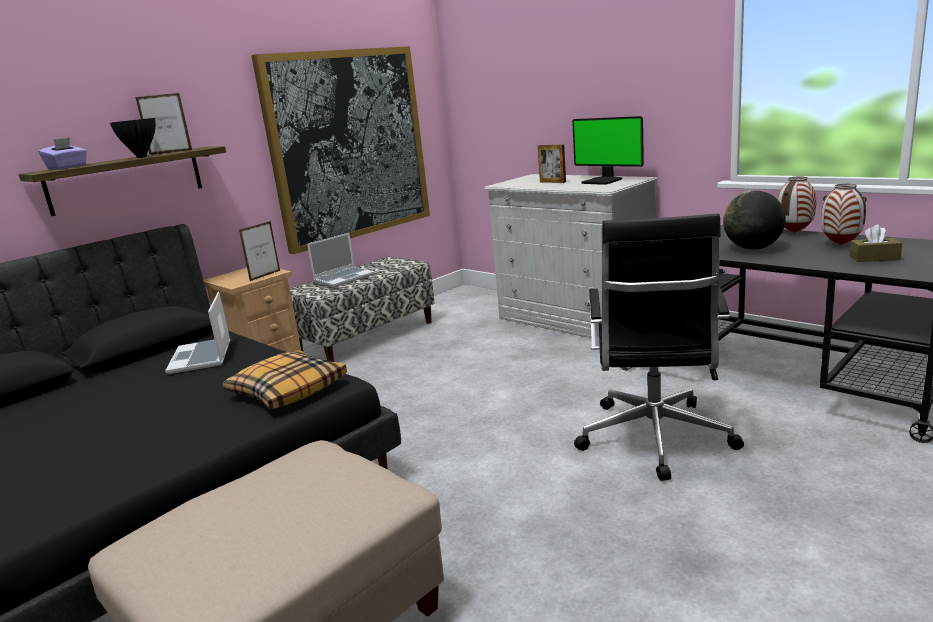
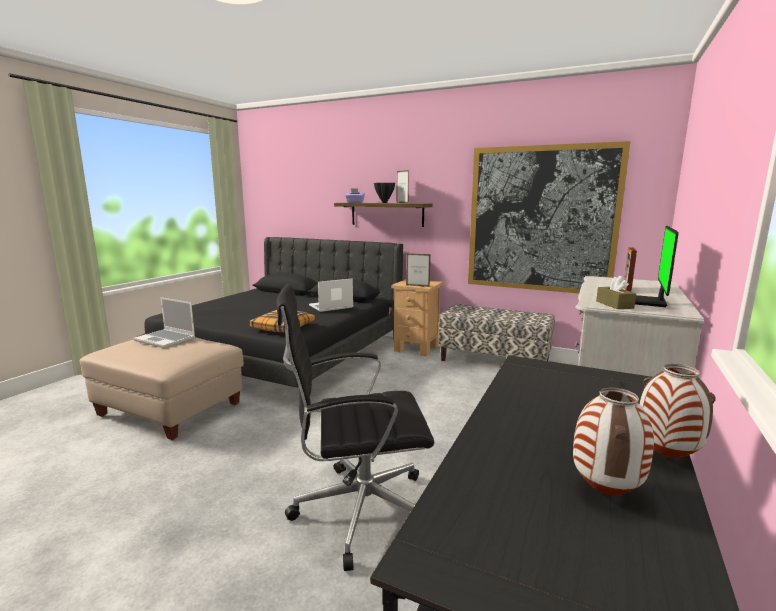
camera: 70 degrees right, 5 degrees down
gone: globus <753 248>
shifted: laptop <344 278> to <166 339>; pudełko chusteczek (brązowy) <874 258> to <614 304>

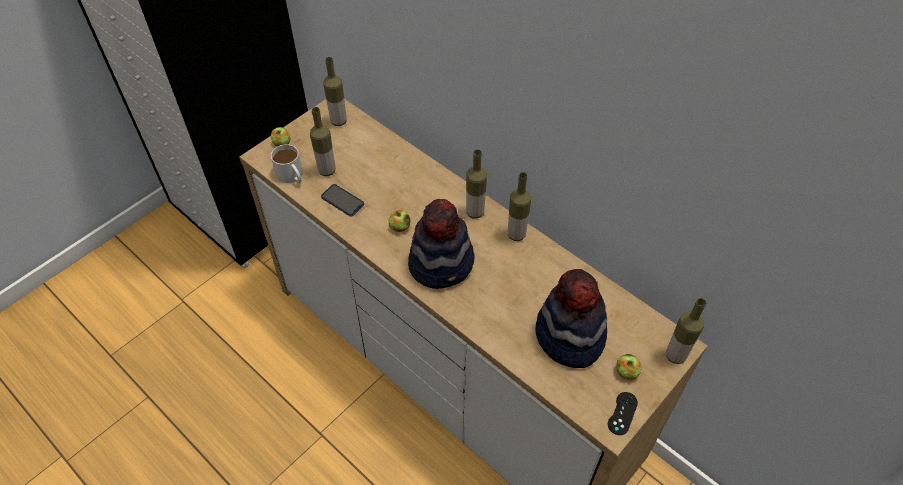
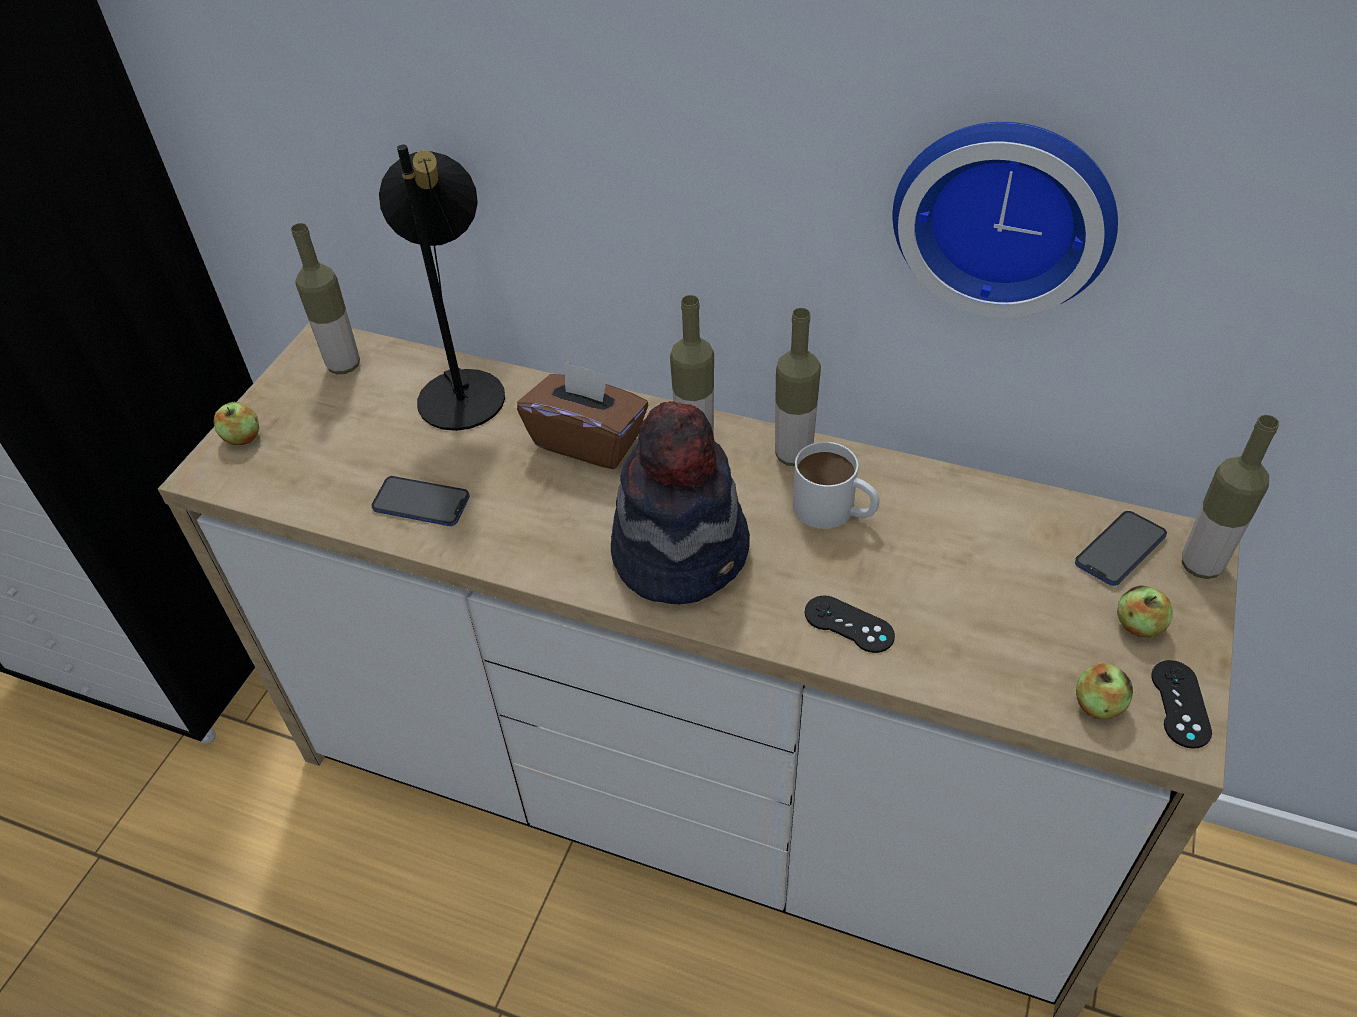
camera: 20 degrees left, 5 degrees down
gone: butelka <327 171>; kapelusz <569 336>
new: lampa stołowa (czarny) <464 387>; pudełko chusteczek (brązowy) <588 441>; pad do gier (czarny) <849 624>; zegar ścienny <1005 212>; telefon <1119 550>
shifted: kubek (biały) <292 176> to <834 510>; jabłko <400 227> to <1098 705>

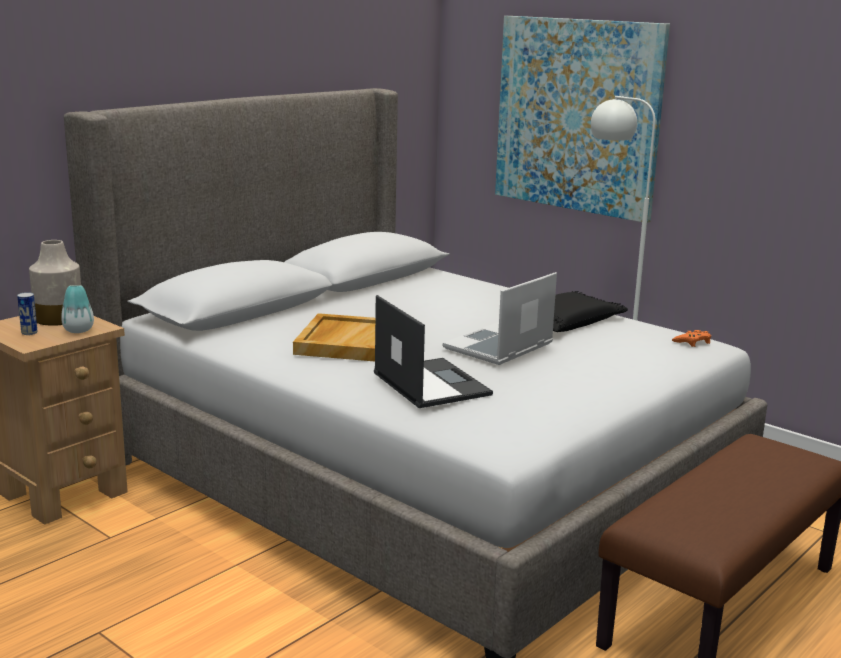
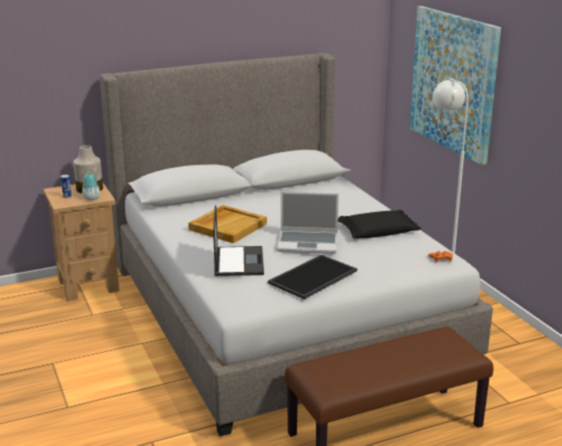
camera: 25 degrees right, 5 degrees up
new: taca <313 277>
rotated: laptop <499 347> = <308 243> 150 degrees counterclockwise

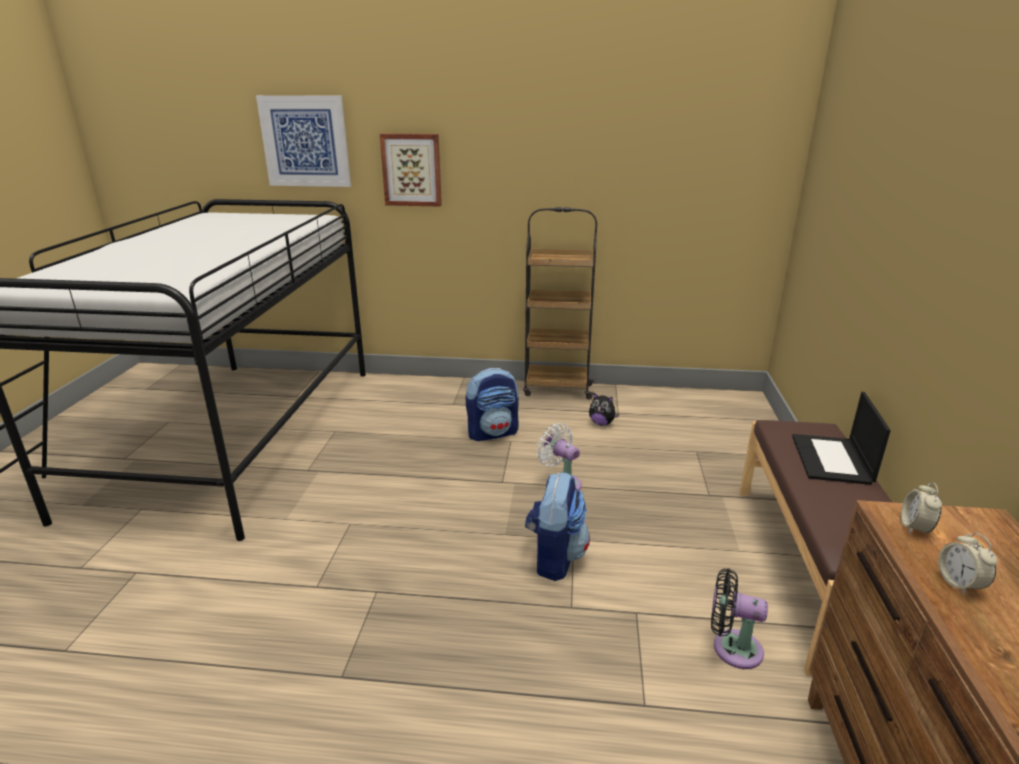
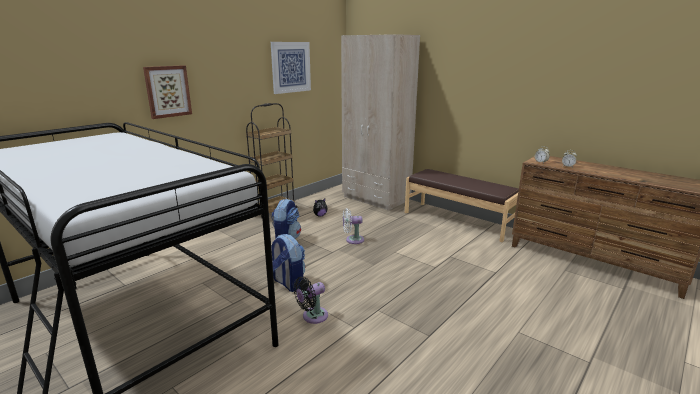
camera: 55 degrees left, 5 degrees down
gone: laptop <832 460>
new: szafa (beżowy) <376 199>
shifted: obraz <305 141> to <291 67>; plecak <554 557> to <287 283>; wentylator (czarny) <731 647> to <312 316>

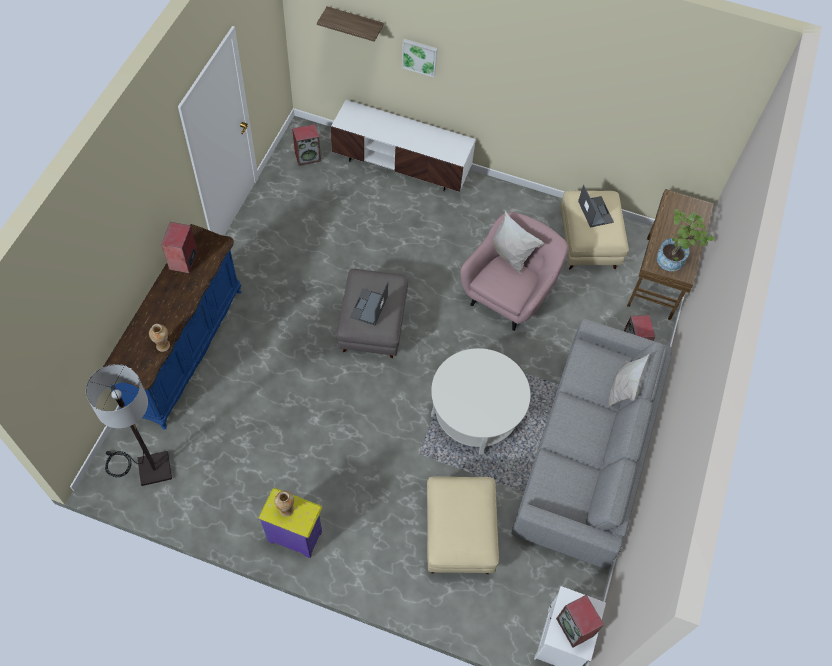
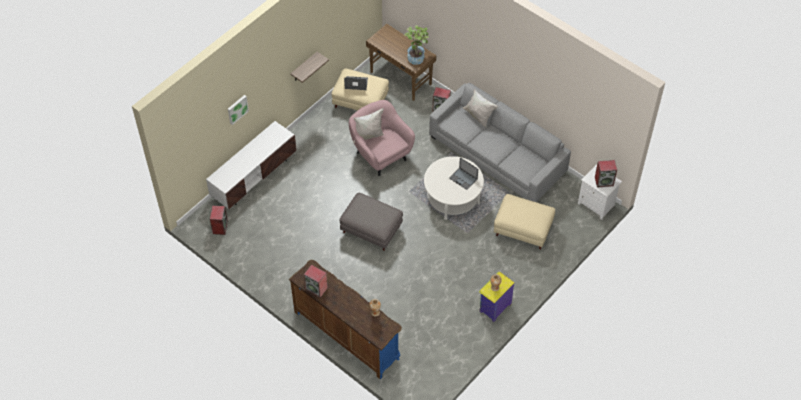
camera: 65 degrees left, 5 degrees down
gone: lampa stojąca <144 467>
shifted: półka <355 24> to <304 67>; laptop <369 307> to <463 179>

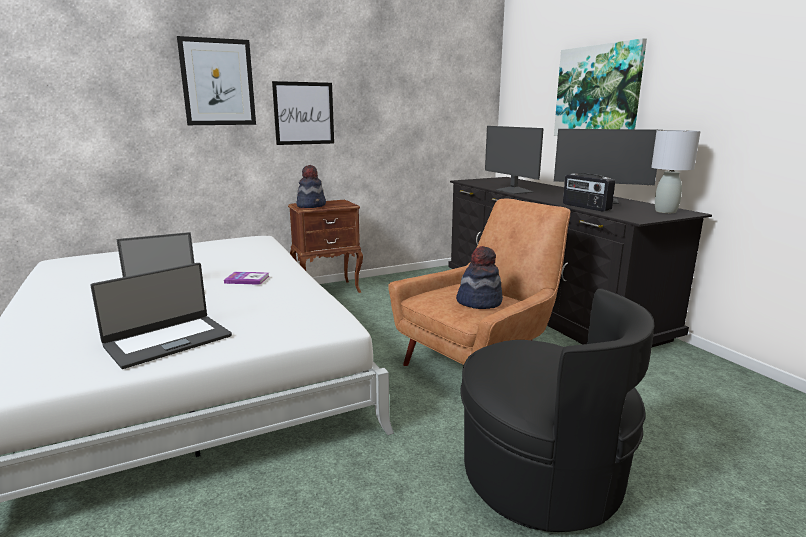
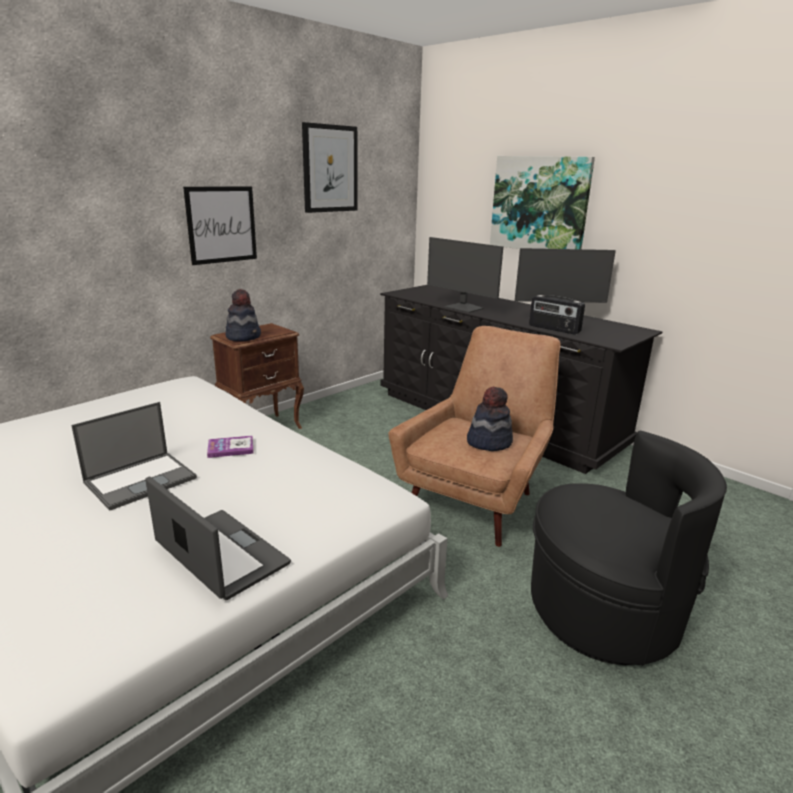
camera: 20 degrees left, 5 degrees up
gone: lampa stołowa (szary) <665 211>
shifted: obraz <218 82> to <330 169>
rotated: laptop <167 341> = <220 554> 75 degrees counterclockwise

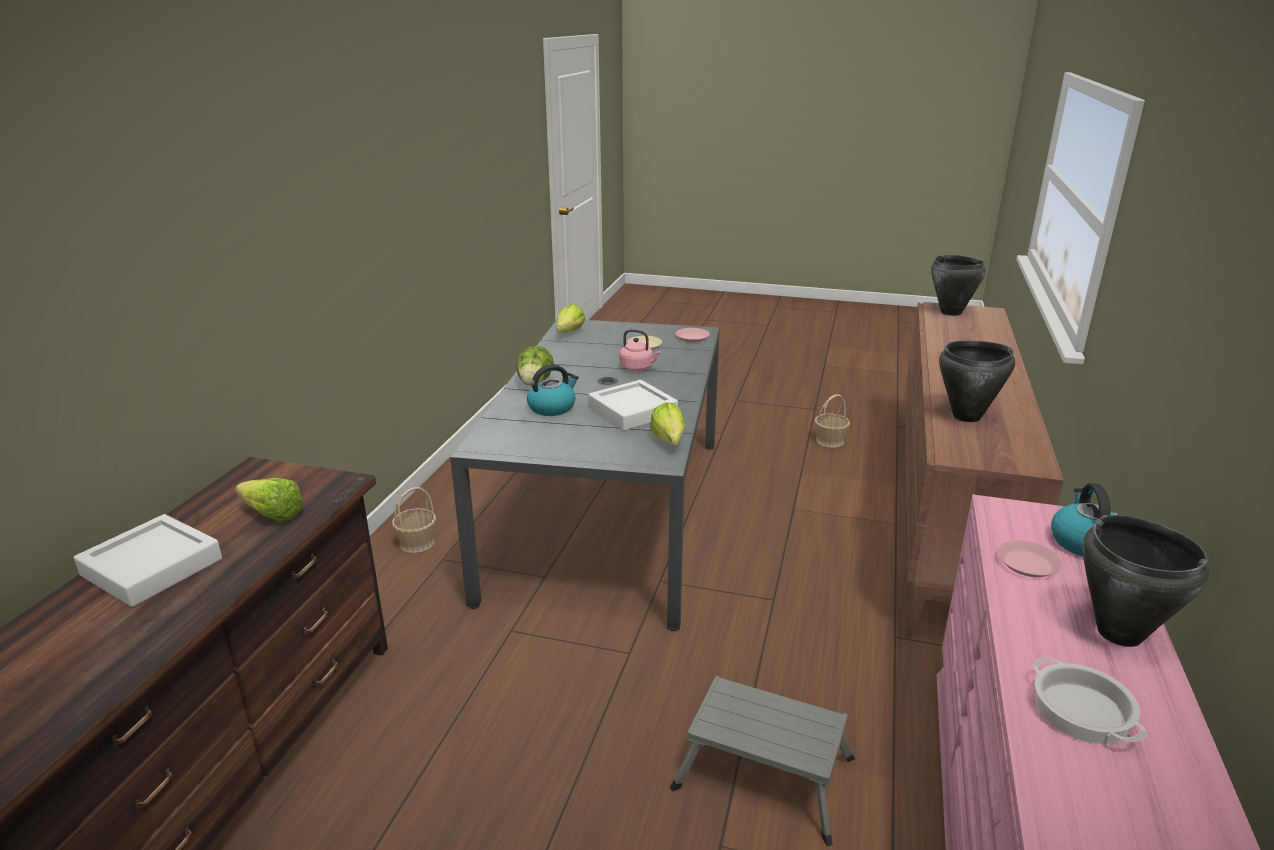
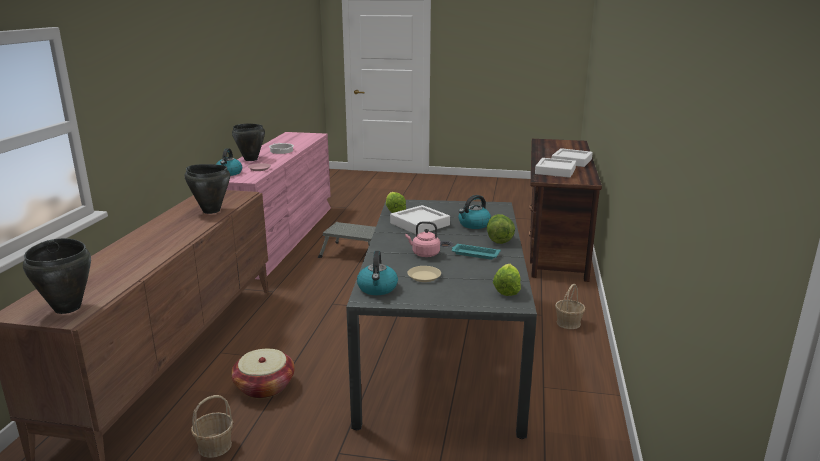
camera: 175 degrees right, 5 degrees down
new: koszyk <264 386>; taca (turkusowy) <474 254>
swapped: talerz (różowy) <692 337> to czajnik <377 288>; sałata <269 514> to taca (biały) <555 171>

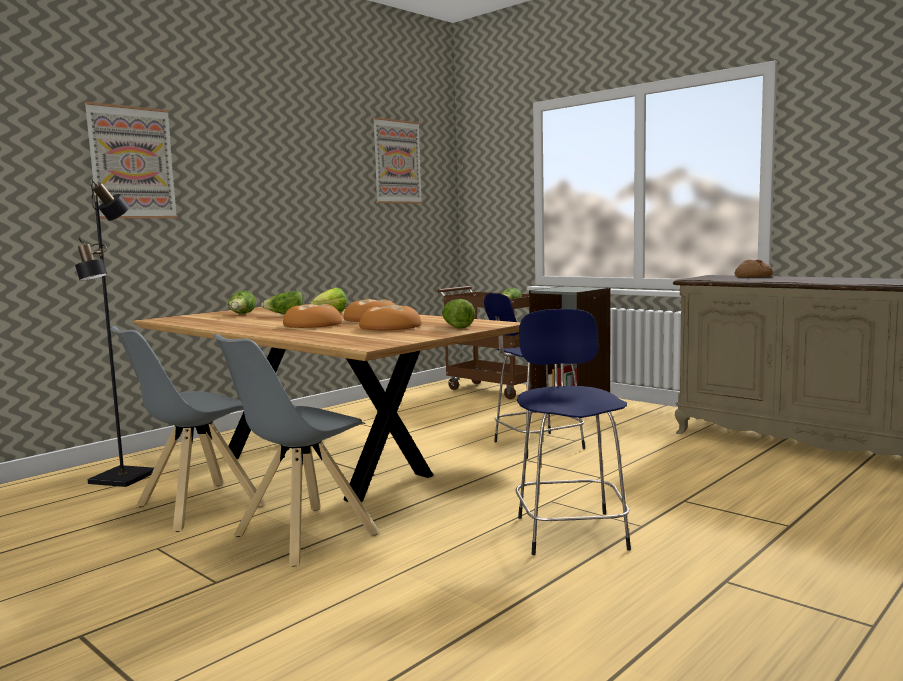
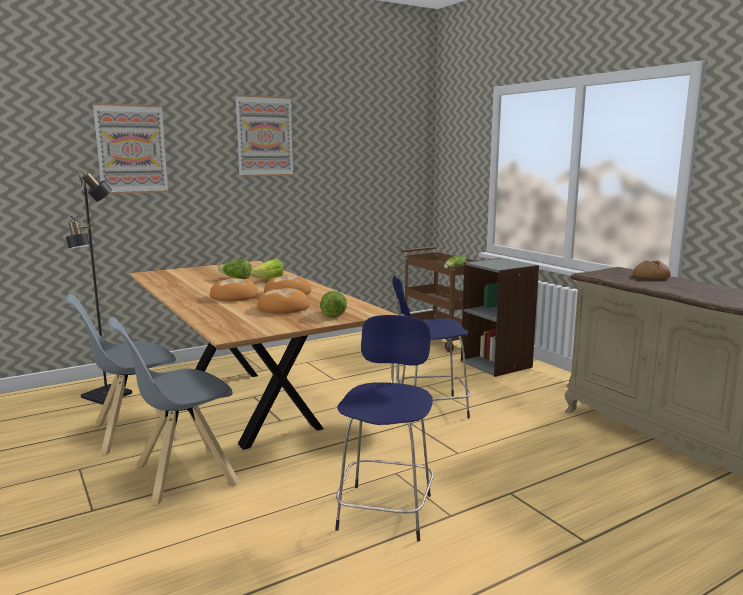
camera: 15 degrees right, 5 degrees up
gone: sałata <241 314>
shifted: obraz <397 162> to <264 136>

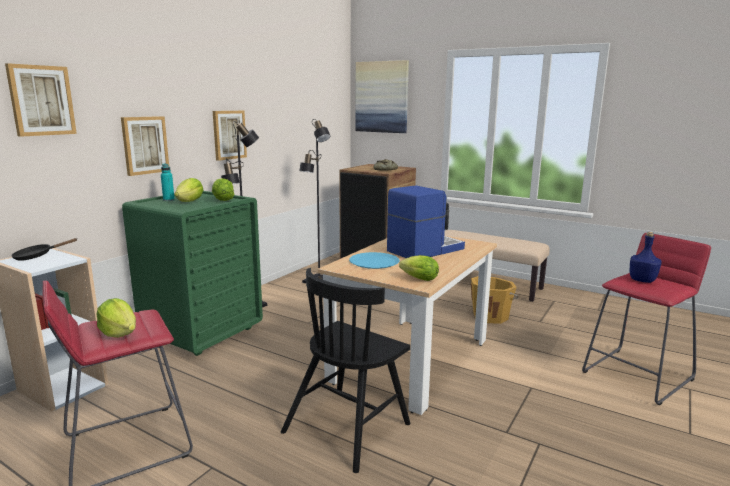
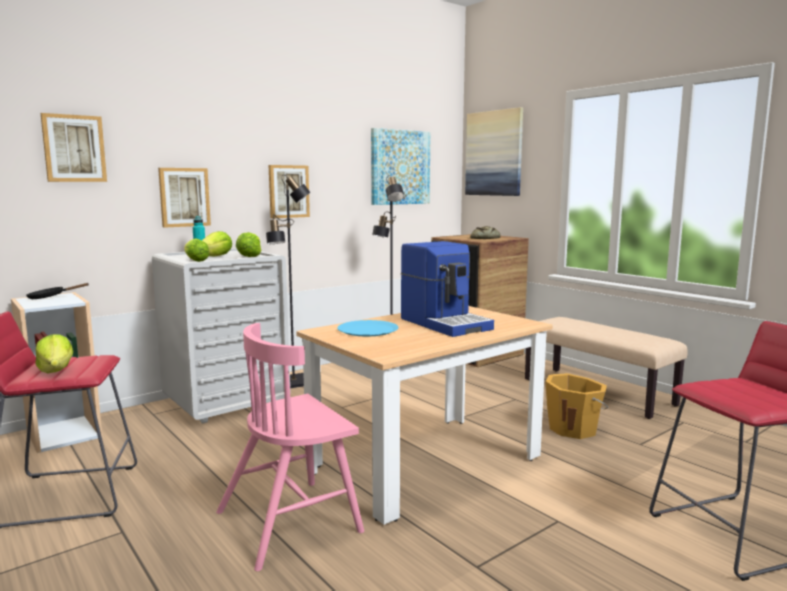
camera: 20 degrees right, 5 degrees down
gone: butelka (niebieski) <641 280>
new: obraz <400 167>
shifted: sałata <417 279> to <195 261>
repainted: komoda (zielony) <203 333> to komoda (szary) <226 403>; krzesło (czarny) <350 424> to krzesło (różowy) <296 518>
rotated: ekspres do kawy <424 250> = <445 323> 75 degrees clockwise

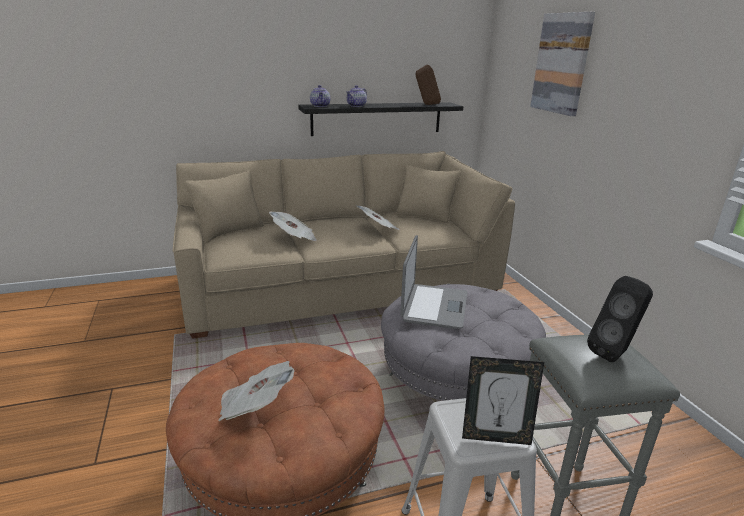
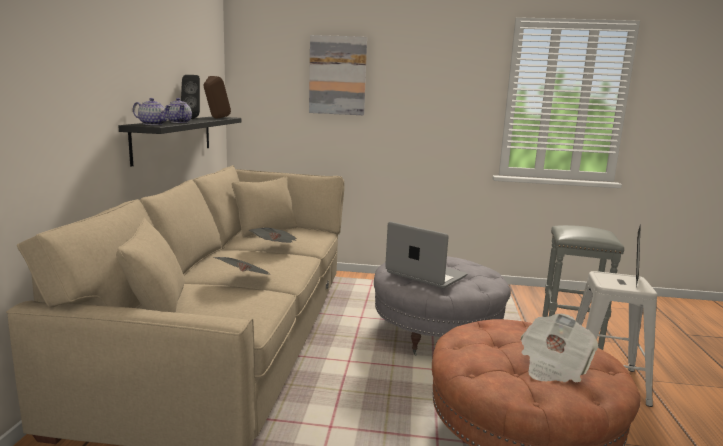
camera: 65 degrees left, 10 degrees down
shifted: głośnik (czarny) <615 353> to <192 119>

